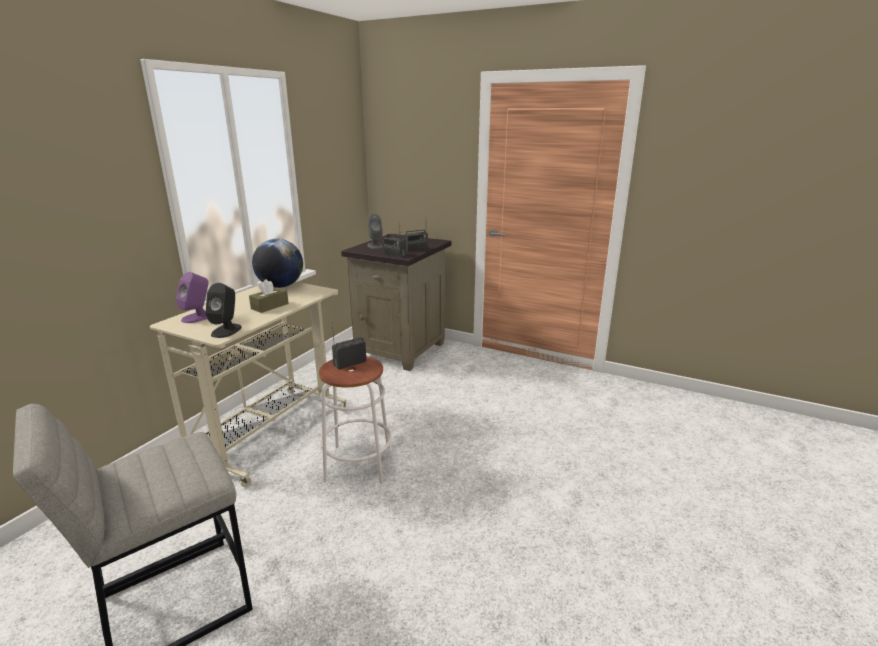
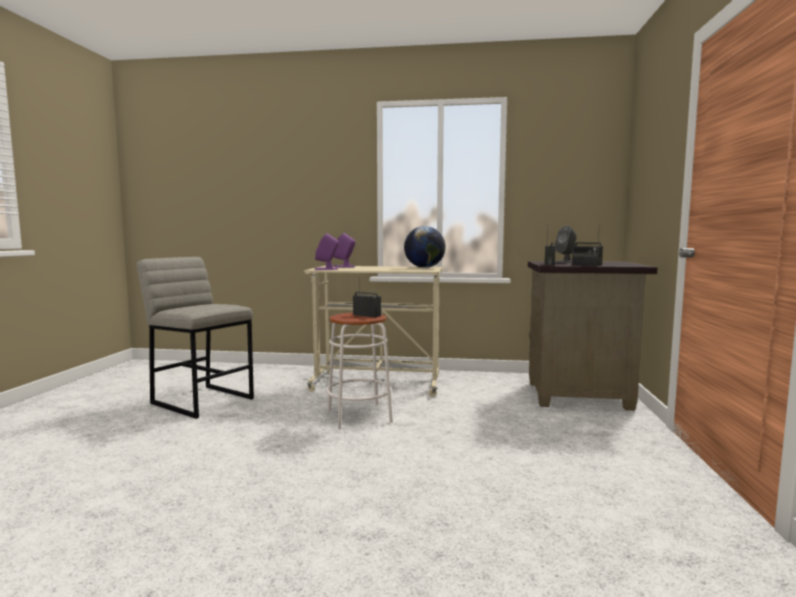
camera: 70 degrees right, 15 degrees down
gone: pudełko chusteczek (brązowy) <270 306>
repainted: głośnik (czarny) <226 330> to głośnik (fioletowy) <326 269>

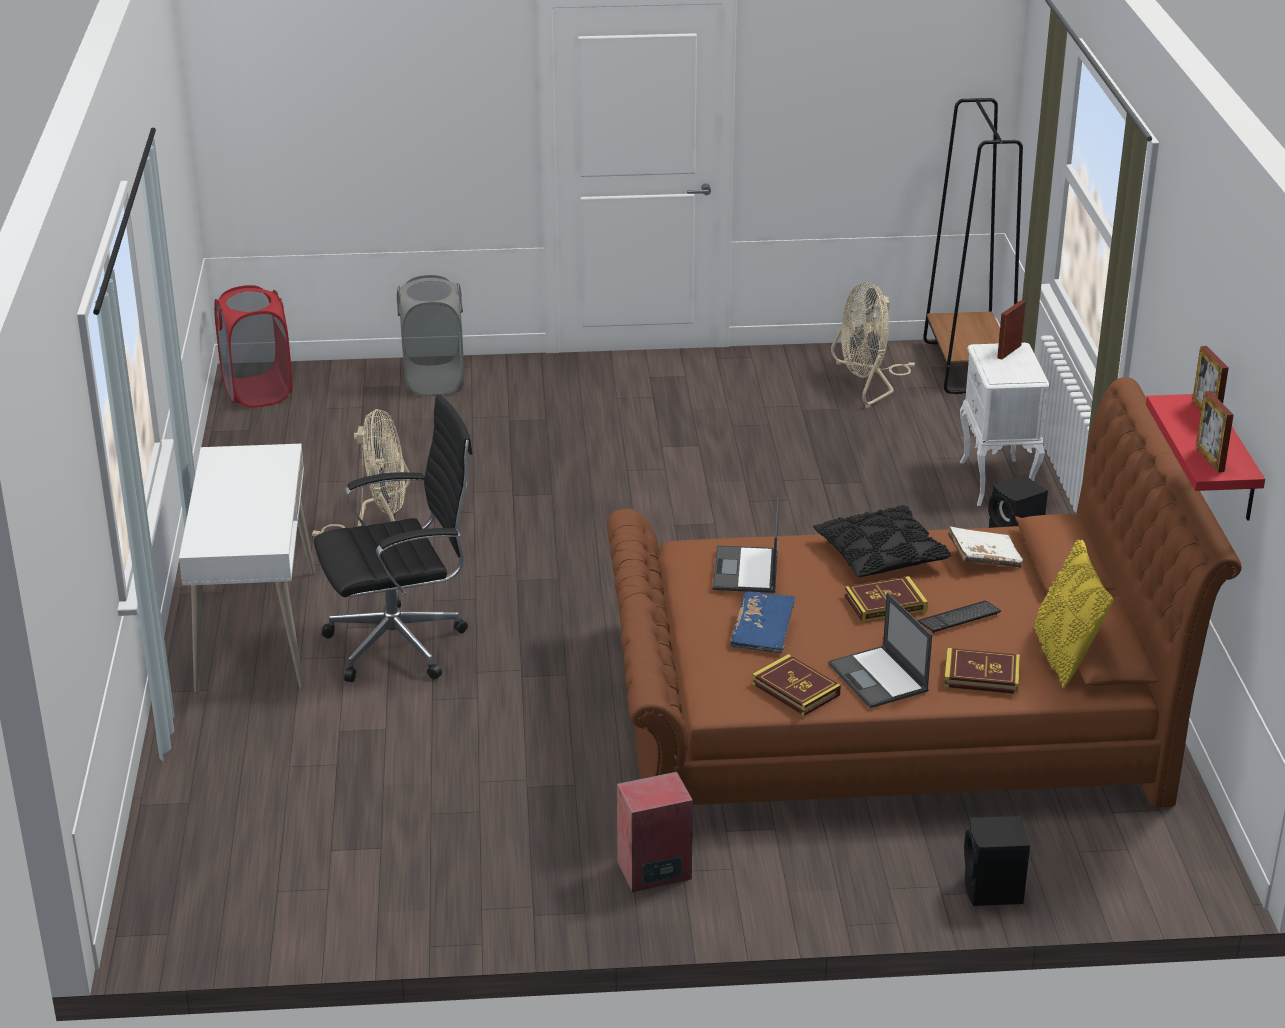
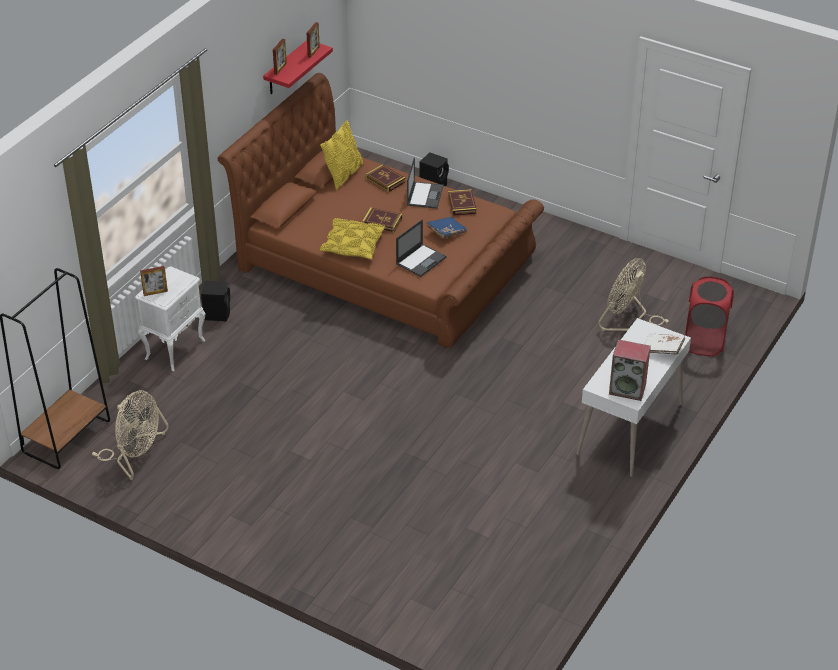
camera: 145 degrees left, 10 degrees up
gone: krzesło biurowe (czarny) <402 644>; kosz na pranie (szary) <434 381>; klawiatura <959 618>
shifted: wentylator (beżowy) <376 522> to <630 317>; głośnik <653 871> to <628 389>; książka (biały) <984 558> to <662 349>; kosz na pranie (czerwony) <257 392> to <704 342>
repainted: poduszka (czarny) <880 556> to poduszka (żółty) <353 245>

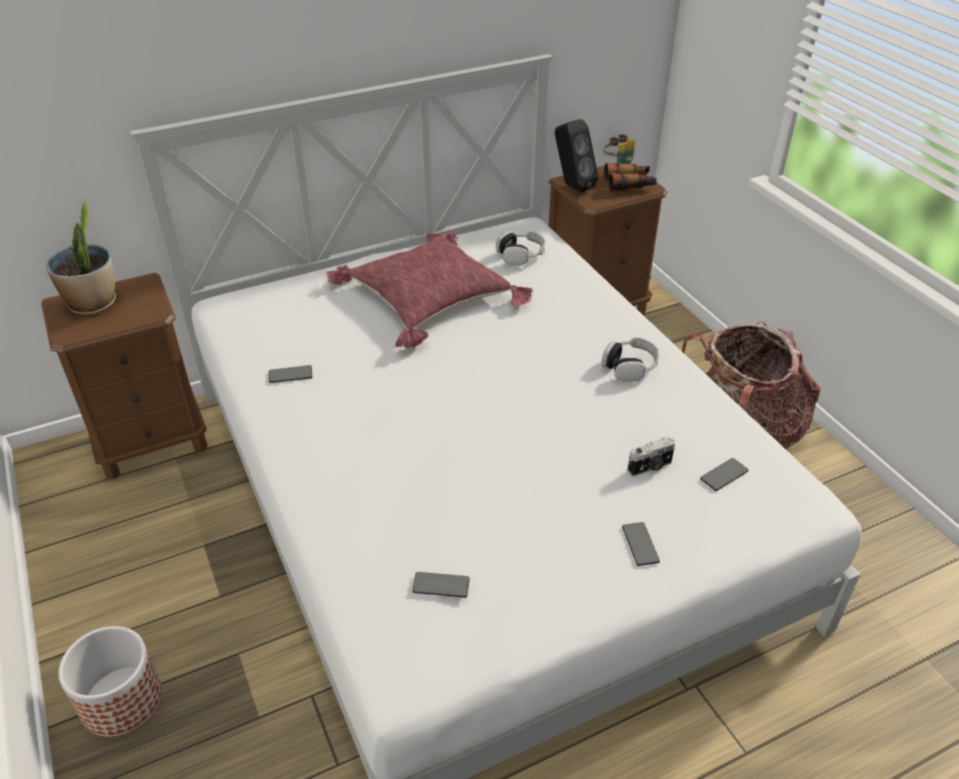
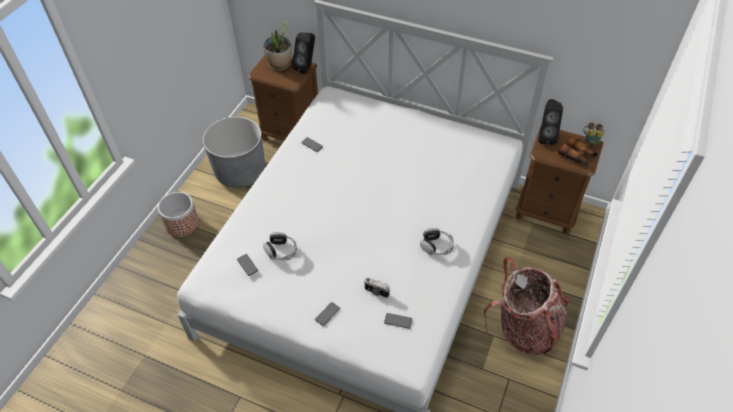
camera: 50 degrees right, 10 degrees up
gone: poduszka (czerwony) <428 294>
new: donica (szary) <240 171>; głośnik (czarny) <306 67>
shifted: słuchawki <521 255> to <281 251>

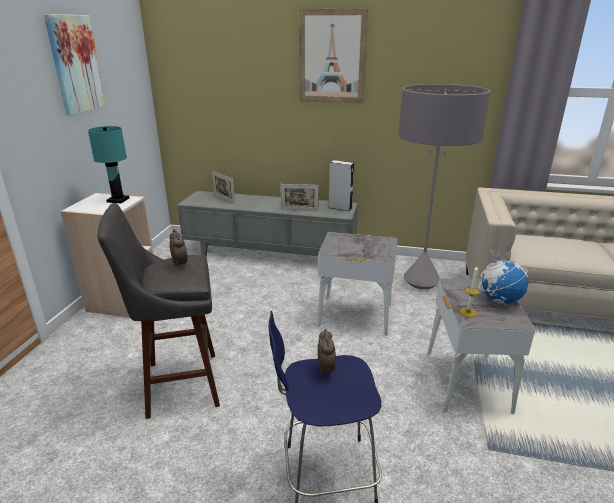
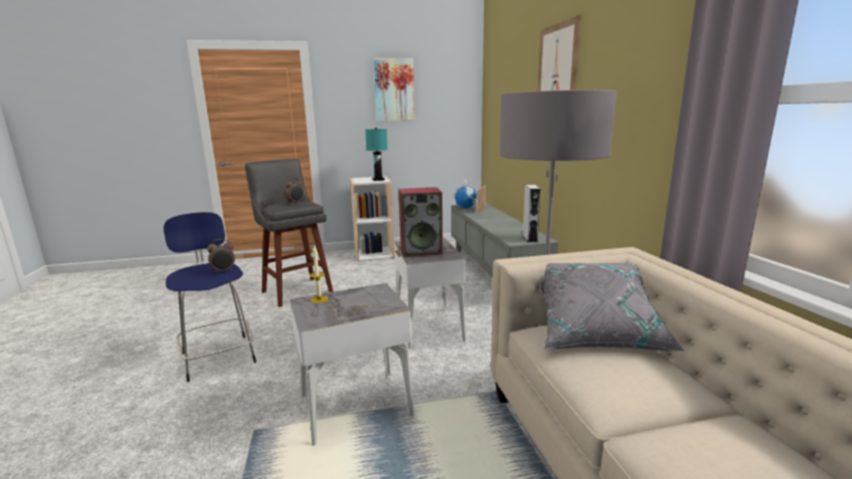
camera: 65 degrees right, 10 degrees down
gone: ramka na zdjęcie <299 210>
new: głośnik <421 250>; poduszka (szary) <594 331>
shifted: globus <499 300> to <466 208>

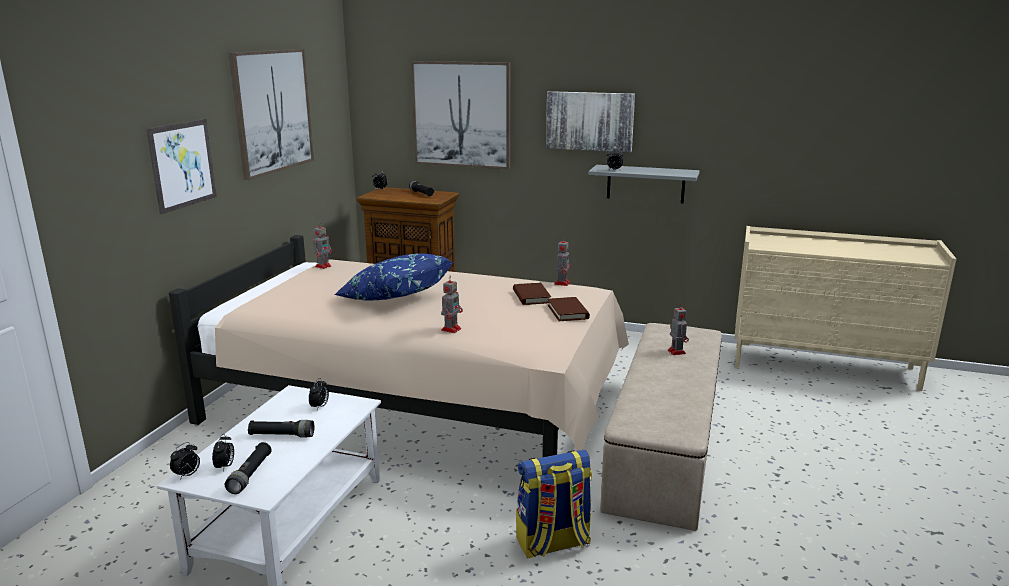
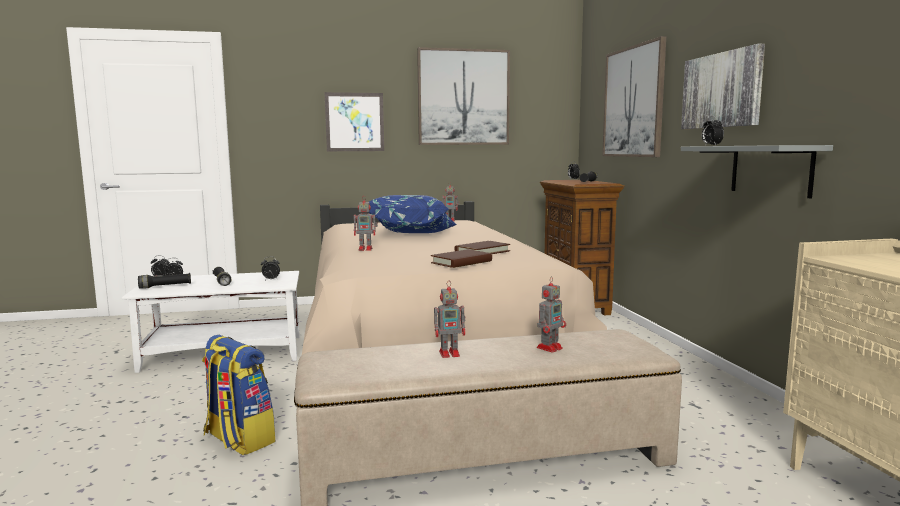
camera: 60 degrees right, 10 degrees down
shifted: robot zabawkowy <562 283> to <450 353>

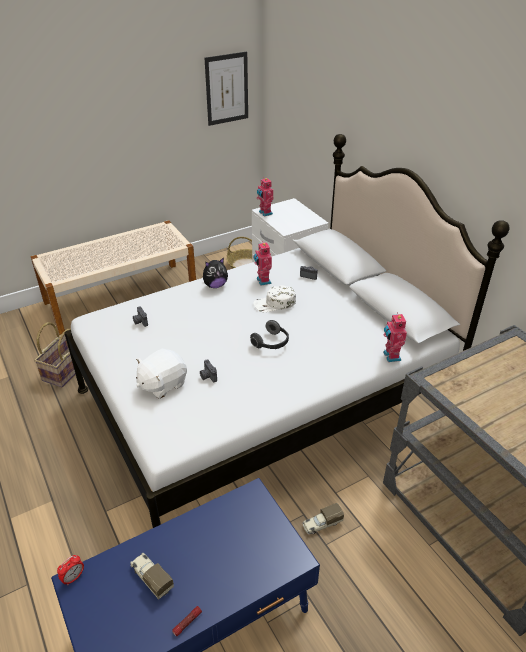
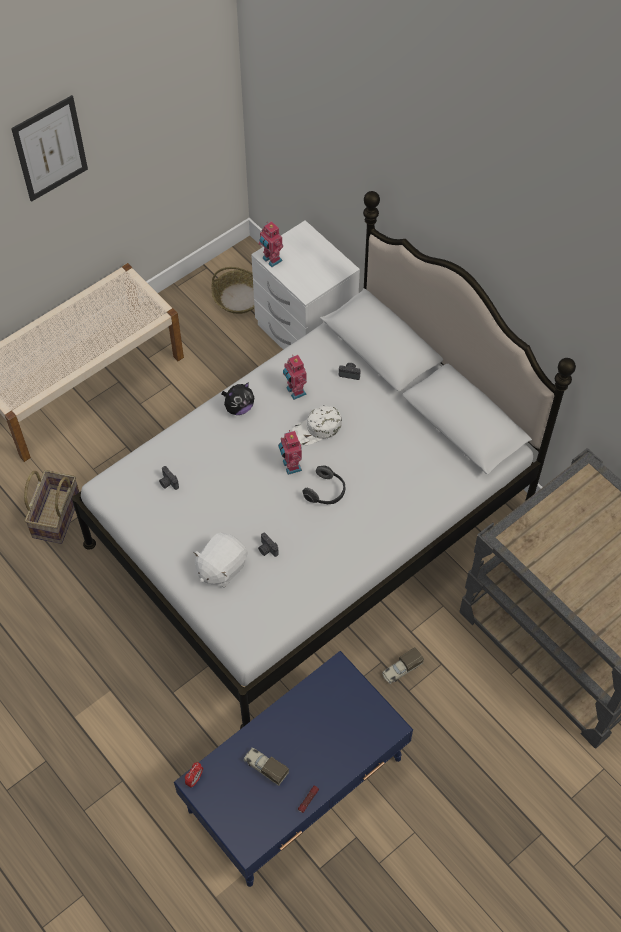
camera: 10 degrees left, 20 degrees up
shifted: obraz <227 89> to <50 149>; robot zabawkowy <390 356> to <290 466>

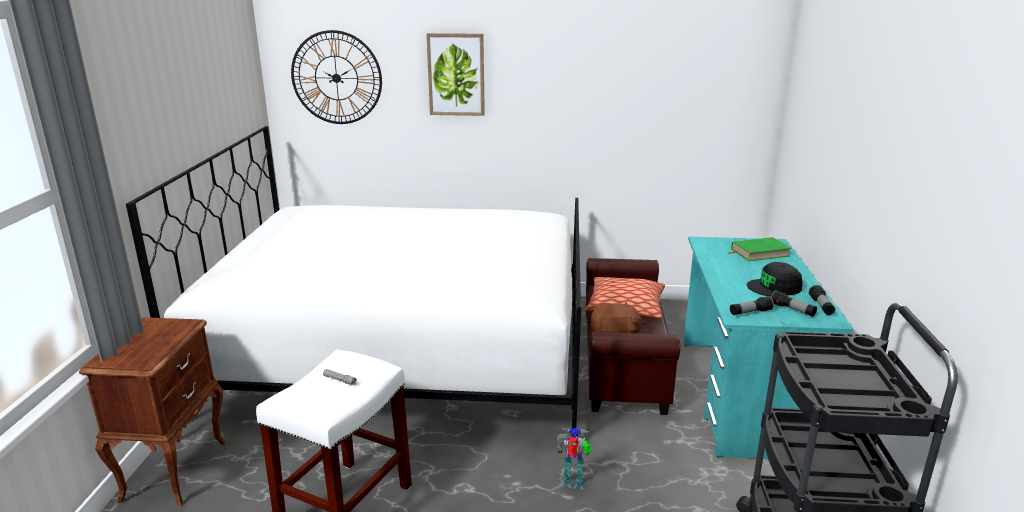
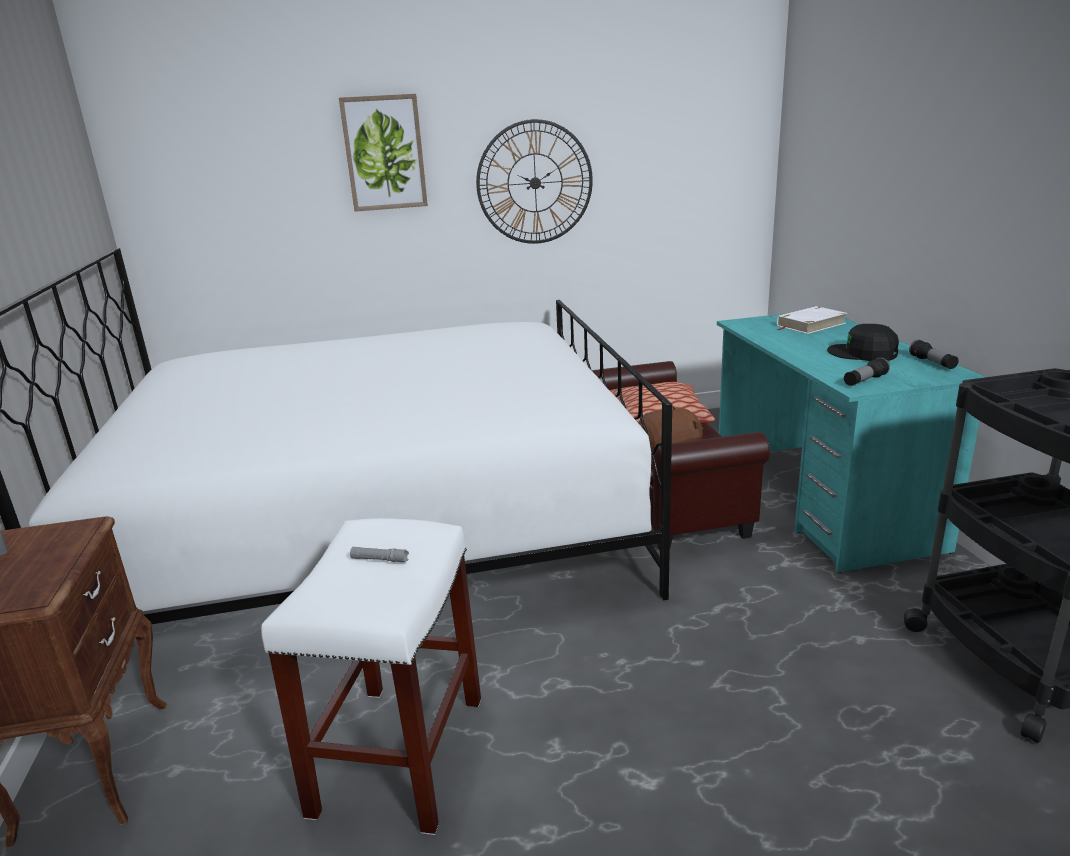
camera: 15 degrees left, 0 degrees up
gone: robot zabawkowy <574 484>; latarka <792 310>
shifted: zegar ścienny <336 78> to <535 183>
repainted: książka (zielony) <759 252> to książka (biały) <810 324>
rotated: czapka z daszkiem (czarny) <774 287> = <863 353> 60 degrees clockwise

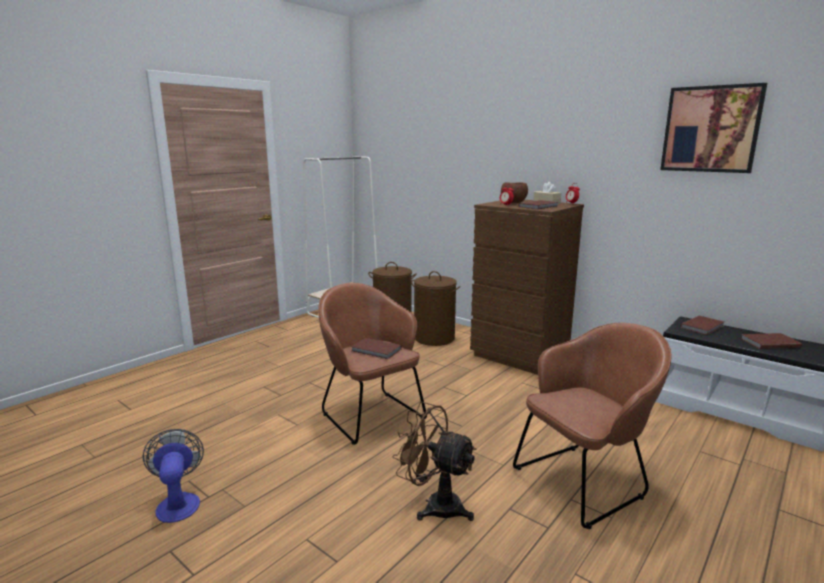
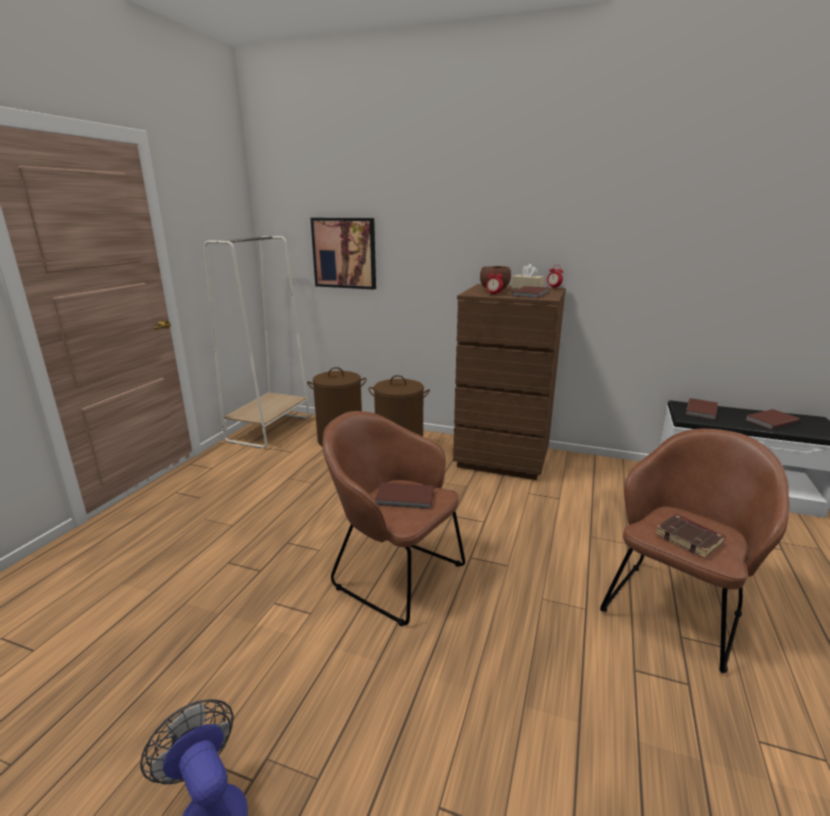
camera: 20 degrees left, 5 degrees up
gone: wentylator (brązowy) <435 505>
new: książka (brązowy) <690 539>
shifted: obraz <710 129> to <344 253>

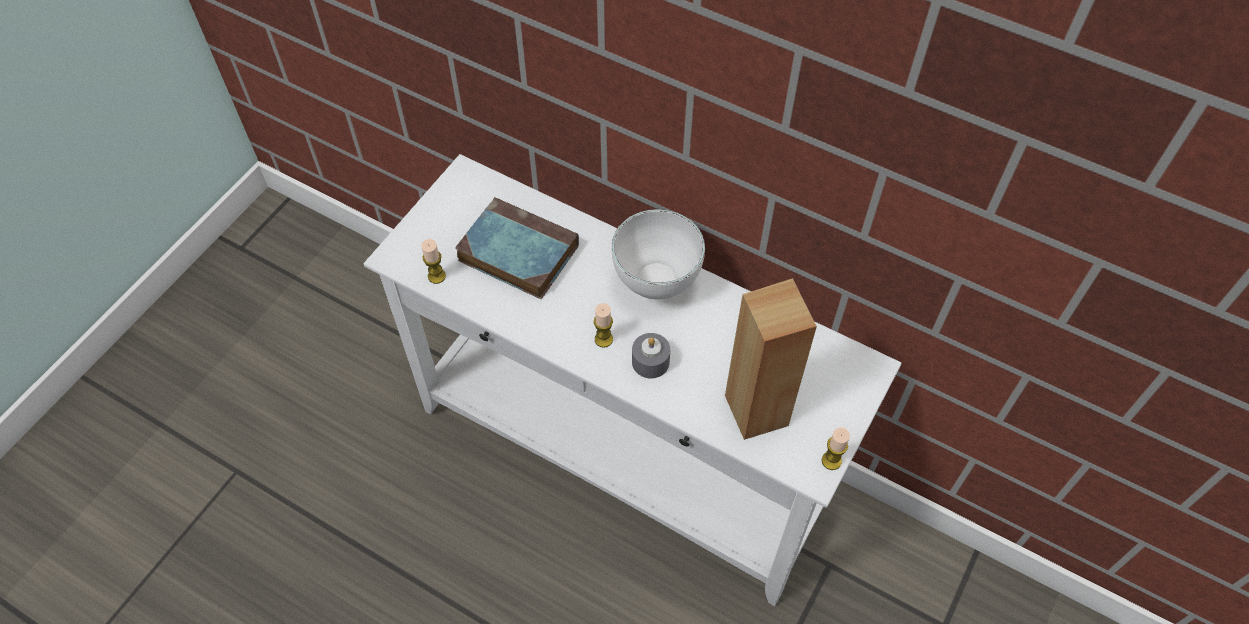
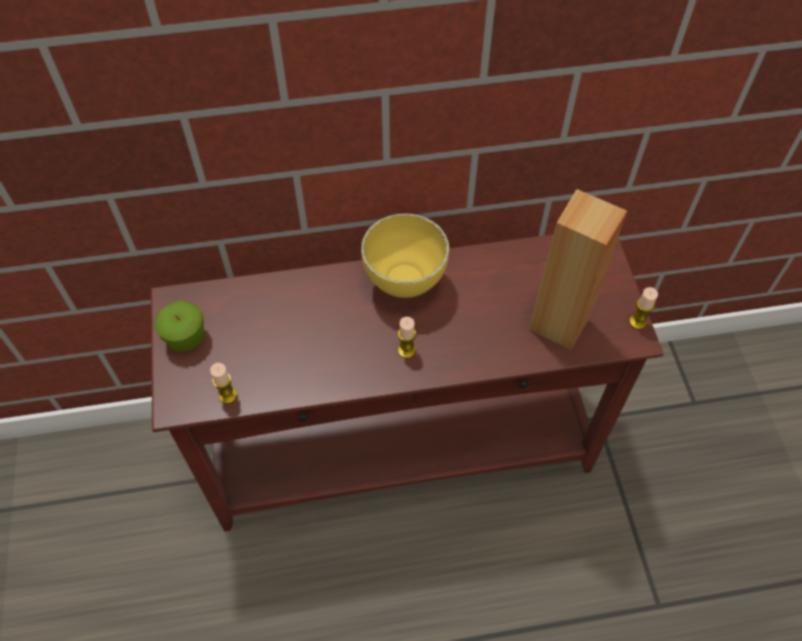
camera: 40 degrees left, 0 degrees up
gone: książka <515 253>; świeca (szary) <650 362>
new: jabłko <185 338>
repainted: stolik konsolowy (biały) <627 451> to stolik konsolowy (brązowy) <402 445>; miska (biały) <654 283> to miska (żółty) <402 284>

